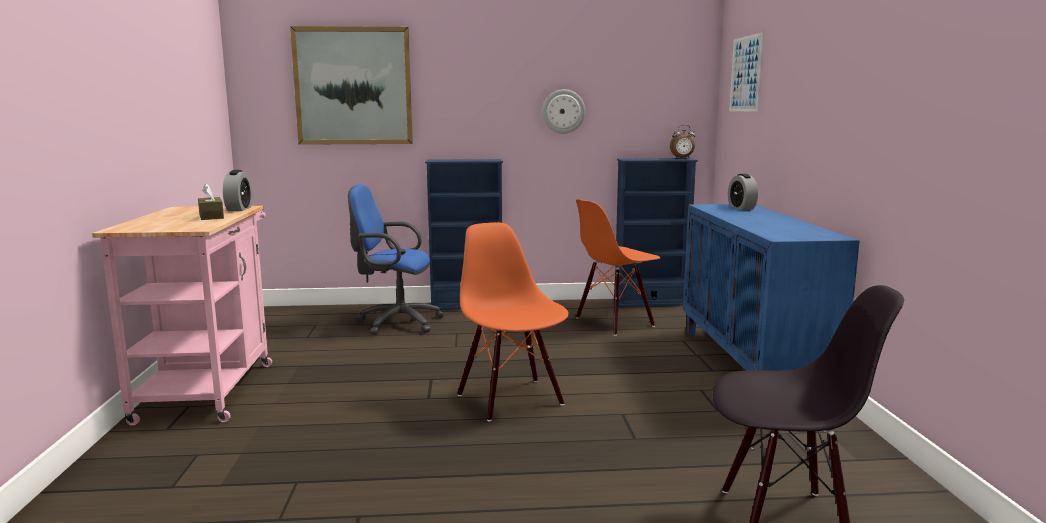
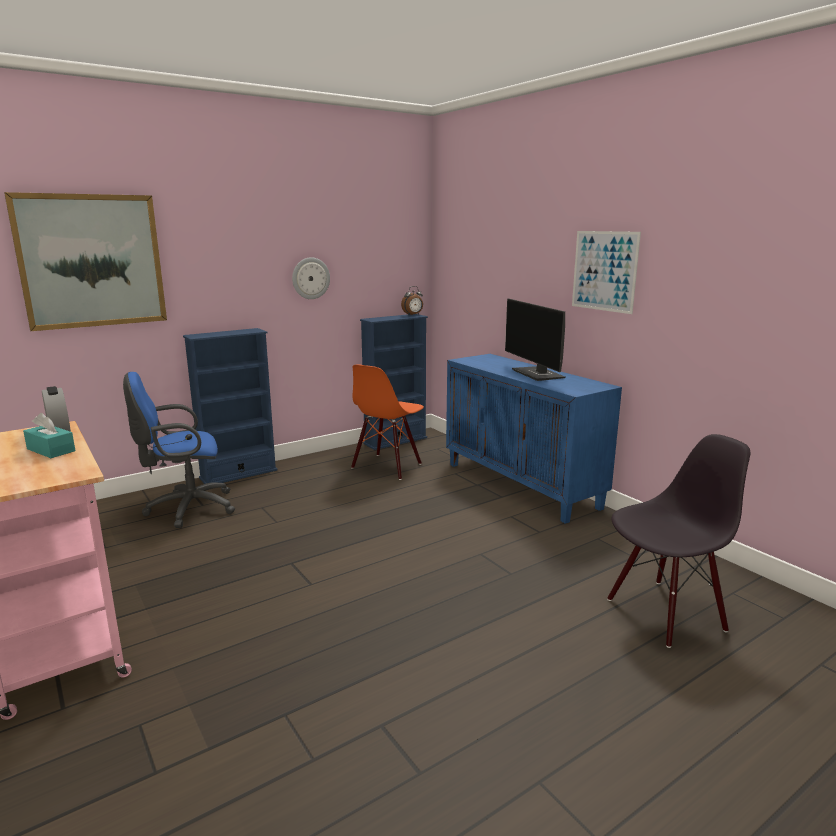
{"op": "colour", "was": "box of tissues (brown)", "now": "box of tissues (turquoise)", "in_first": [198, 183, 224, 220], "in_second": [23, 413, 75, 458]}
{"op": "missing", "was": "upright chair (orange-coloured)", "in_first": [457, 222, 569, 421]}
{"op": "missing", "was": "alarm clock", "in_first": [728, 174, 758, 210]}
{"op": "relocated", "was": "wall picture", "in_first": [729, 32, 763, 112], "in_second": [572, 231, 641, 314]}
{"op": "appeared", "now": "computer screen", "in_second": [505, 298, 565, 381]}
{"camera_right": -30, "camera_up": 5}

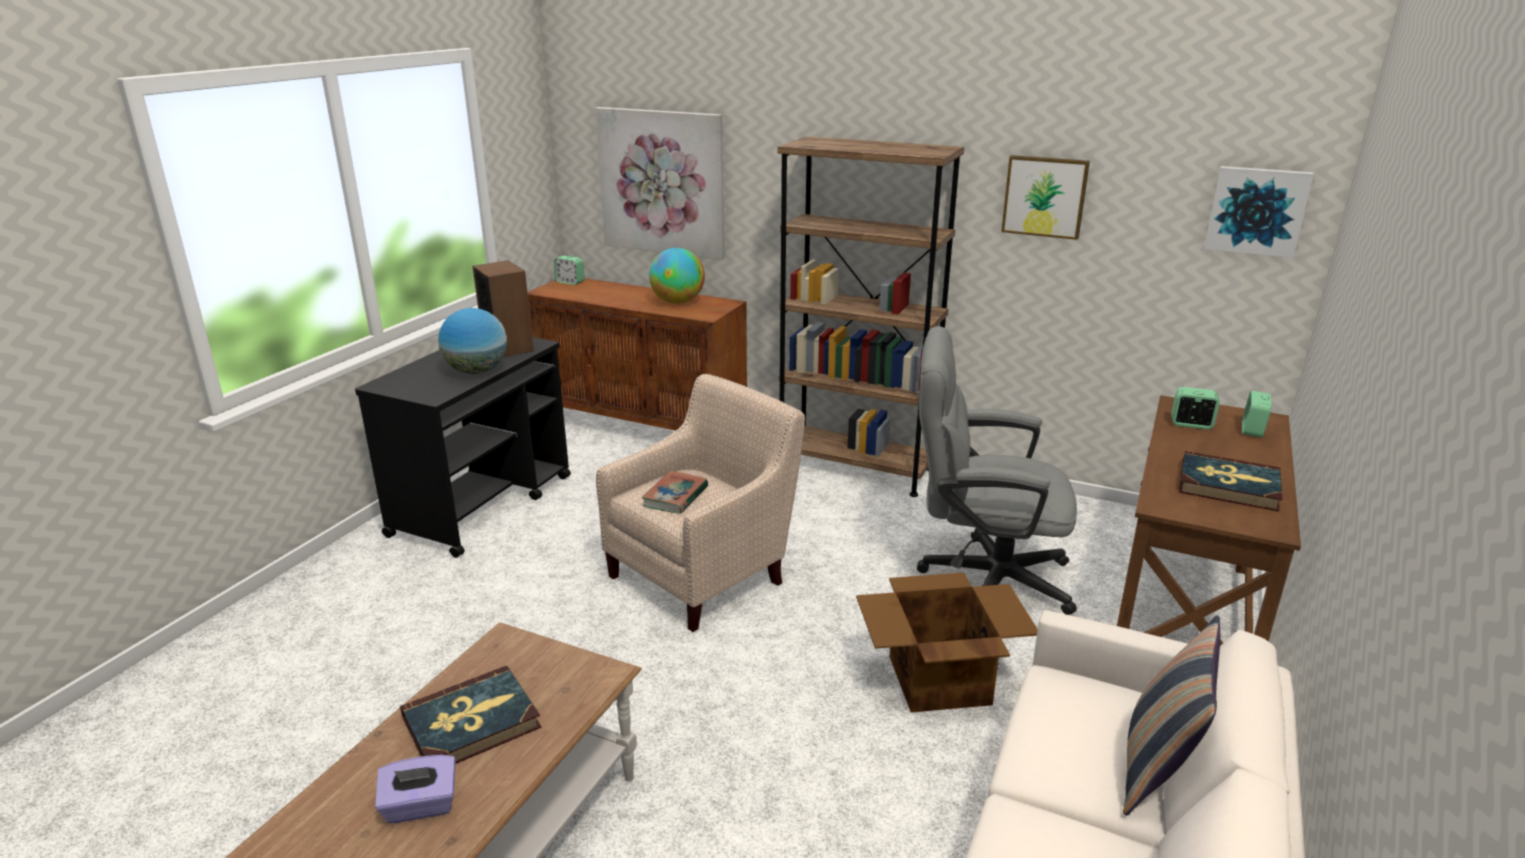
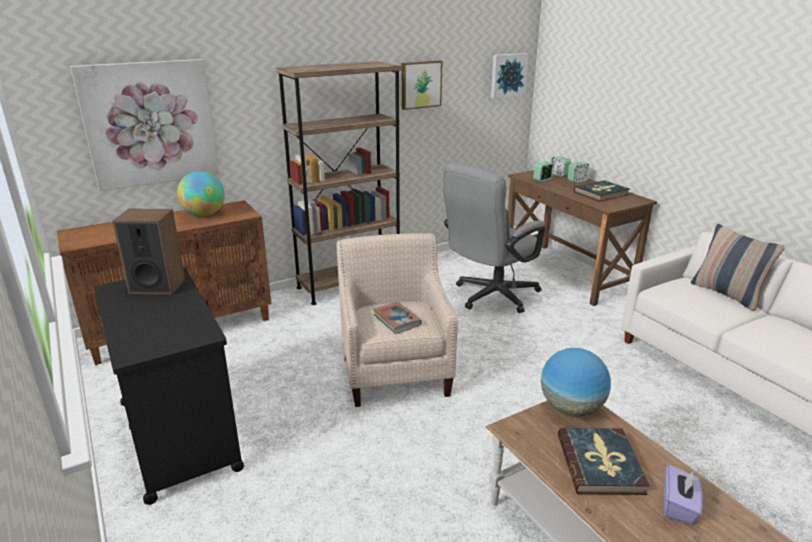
{"op": "relocated", "was": "desk globe", "in_first": [438, 308, 507, 374], "in_second": [541, 348, 611, 416]}
{"op": "relocated", "was": "alarm clock", "in_first": [554, 256, 584, 285], "in_second": [568, 162, 589, 183]}
{"op": "missing", "was": "cardboard box", "in_first": [856, 573, 1038, 713]}
{"camera_right": -55, "camera_up": 0}

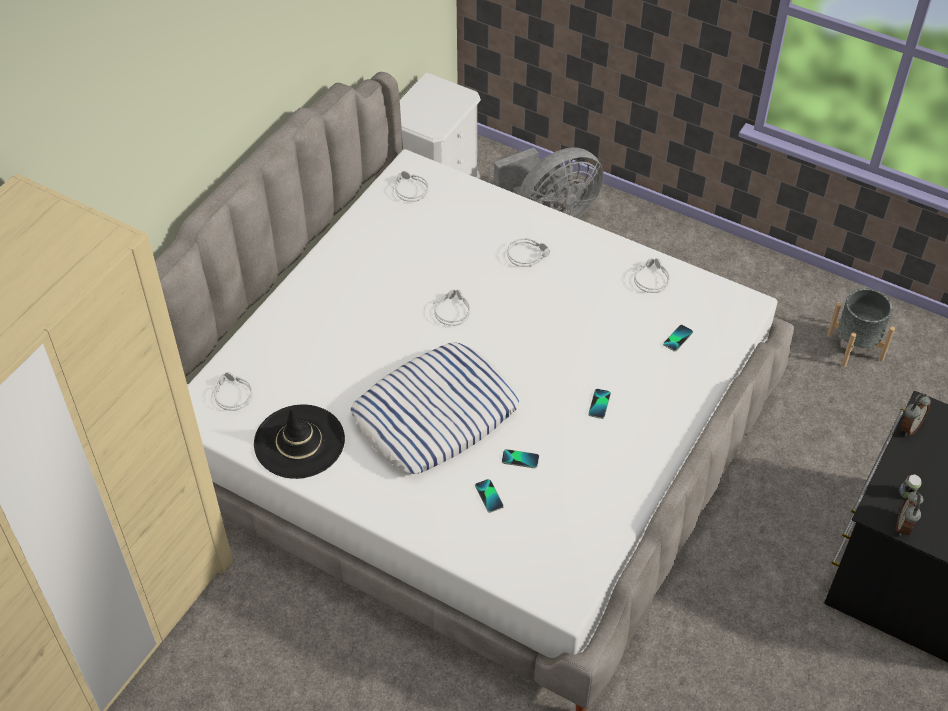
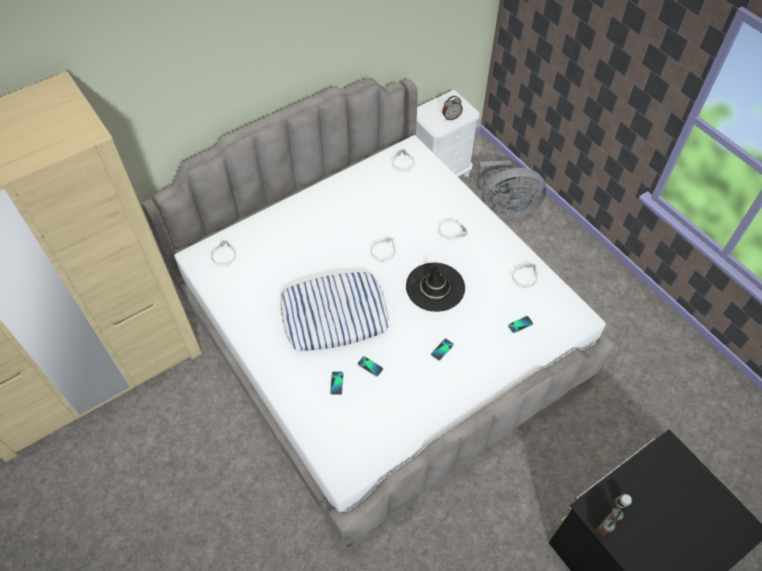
{"op": "relocated", "was": "wearable hat (blackish)", "in_first": [254, 405, 345, 479], "in_second": [406, 263, 465, 312]}
{"op": "missing", "was": "planter (gray)", "in_first": [827, 288, 895, 367]}
{"op": "relocated", "was": "alarm clock", "in_first": [901, 394, 931, 436], "in_second": [442, 96, 463, 120]}
{"camera_right": 25, "camera_up": 5}

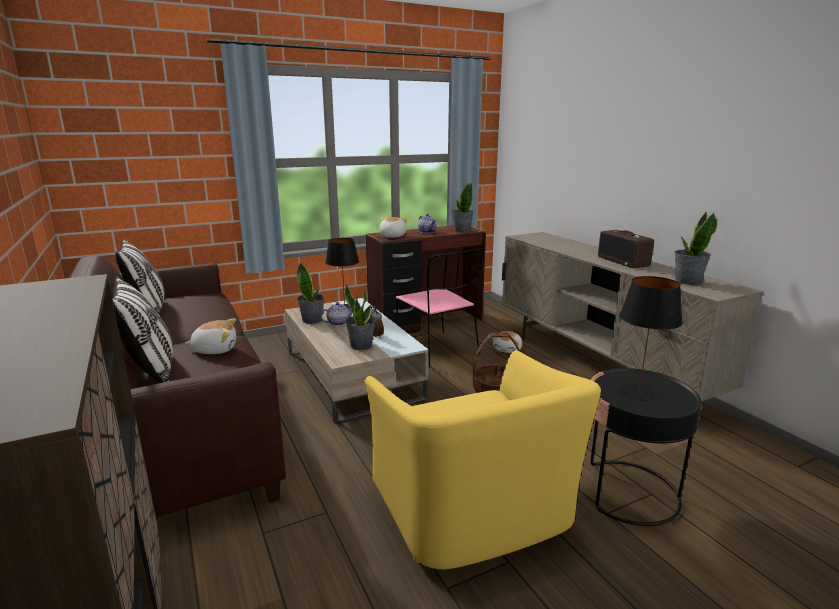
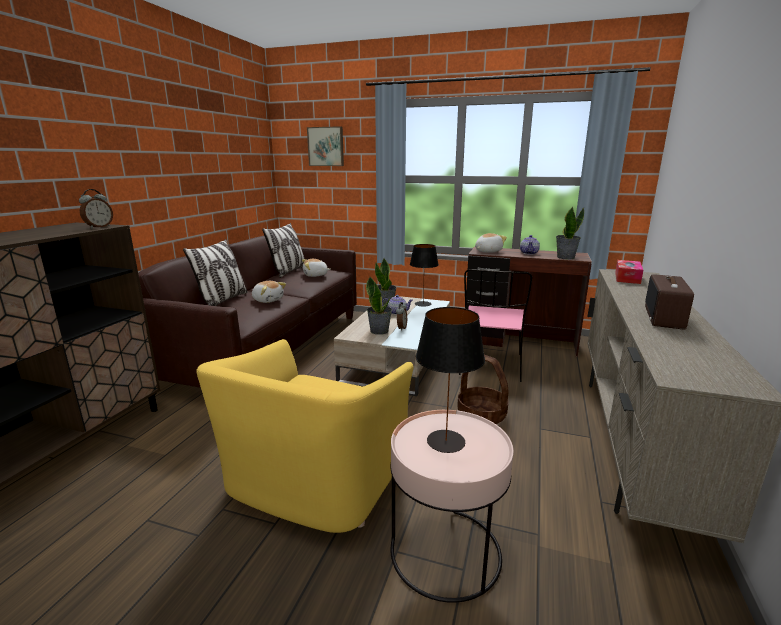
{"op": "relocated", "was": "soft toy", "in_first": [492, 331, 522, 353], "in_second": [302, 259, 331, 277]}
{"op": "colour", "was": "side table (blackish)", "now": "side table (pink-coloured)", "in_first": [590, 368, 702, 526], "in_second": [390, 410, 514, 603]}
{"op": "missing", "was": "plant in a pot", "in_first": [675, 212, 717, 285]}
{"op": "appeared", "now": "alarm clock", "in_second": [79, 189, 113, 229]}
{"op": "appeared", "now": "wall picture", "in_second": [307, 126, 344, 166]}
{"op": "appeared", "now": "box of tissues", "in_second": [615, 260, 643, 284]}
{"camera_right": 45, "camera_up": 0}

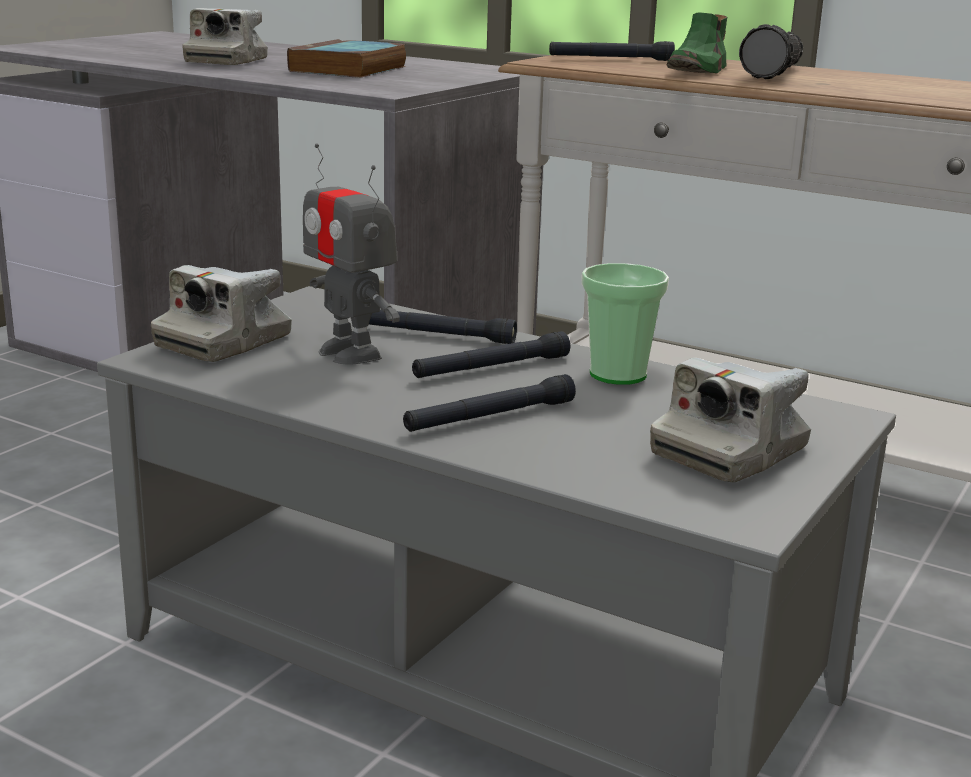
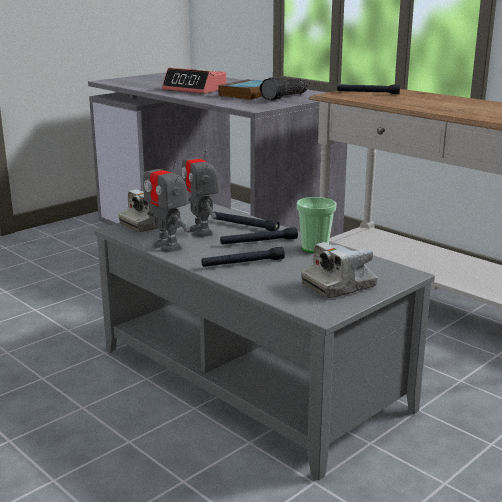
{"op": "exchanged", "was": "photo camera", "now": "alarm clock", "in_first": [183, 8, 268, 65], "in_second": [162, 68, 227, 94]}
{"op": "missing", "was": "low shoe (green)", "in_first": [667, 12, 727, 73]}
{"op": "relocated", "was": "flashlight", "in_first": [739, 24, 803, 79], "in_second": [260, 77, 308, 101]}
{"op": "appeared", "now": "robot figure", "in_second": [143, 149, 190, 252]}
{"camera_right": 15, "camera_up": 0}

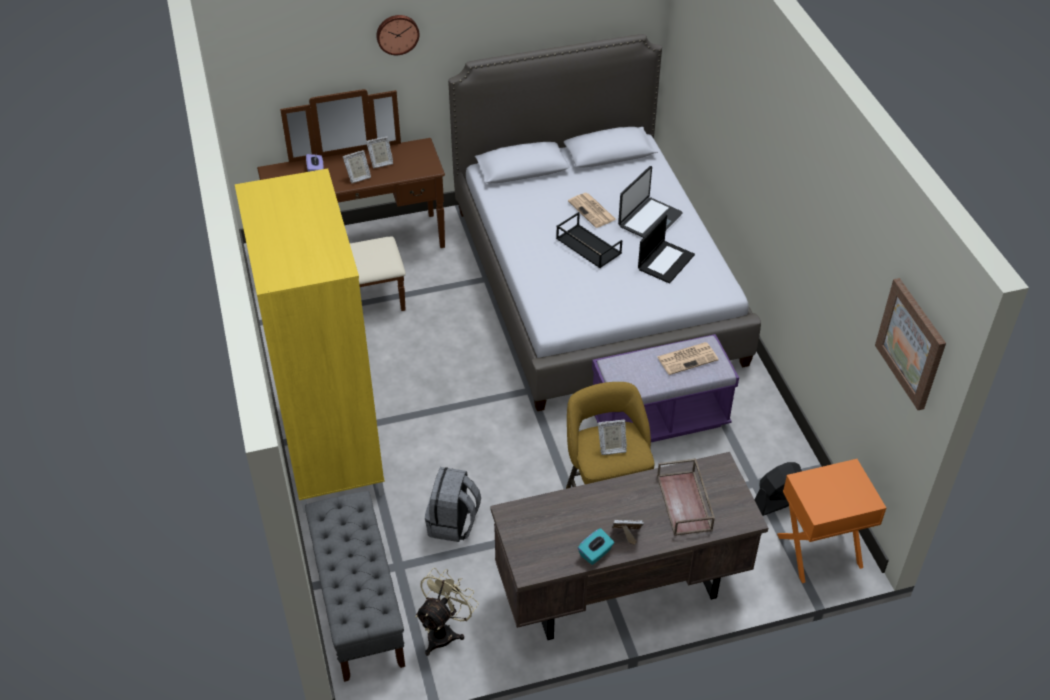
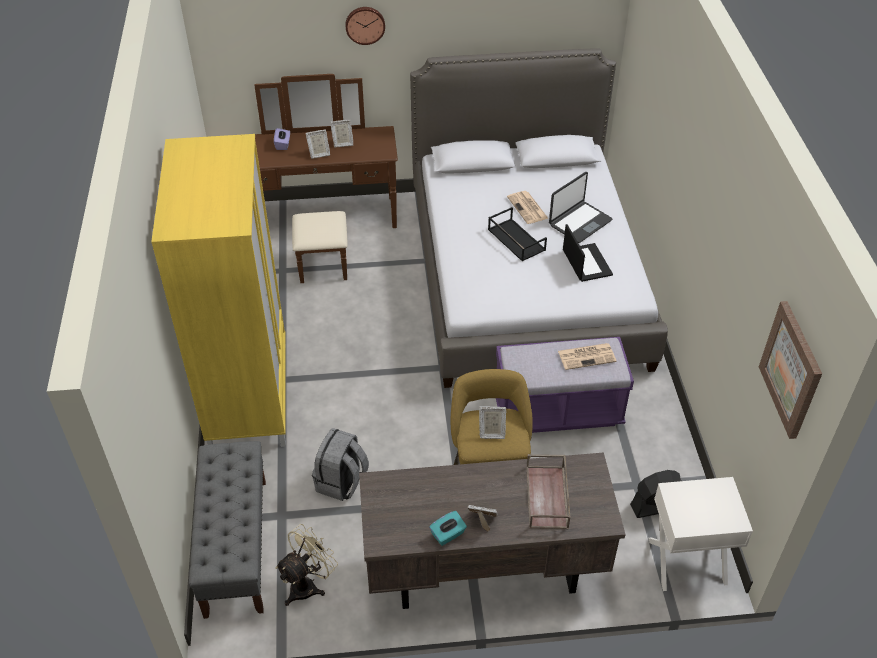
{"op": "spun", "was": "portable computer", "in_first": [638, 214, 695, 284], "in_second": [563, 224, 613, 282], "clockwise": -60}
{"op": "colour", "was": "bedside table (orange-coloured)", "now": "bedside table (white-coloured)", "in_first": [777, 459, 886, 583], "in_second": [648, 477, 753, 591]}
{"camera_right": 10, "camera_up": 0}

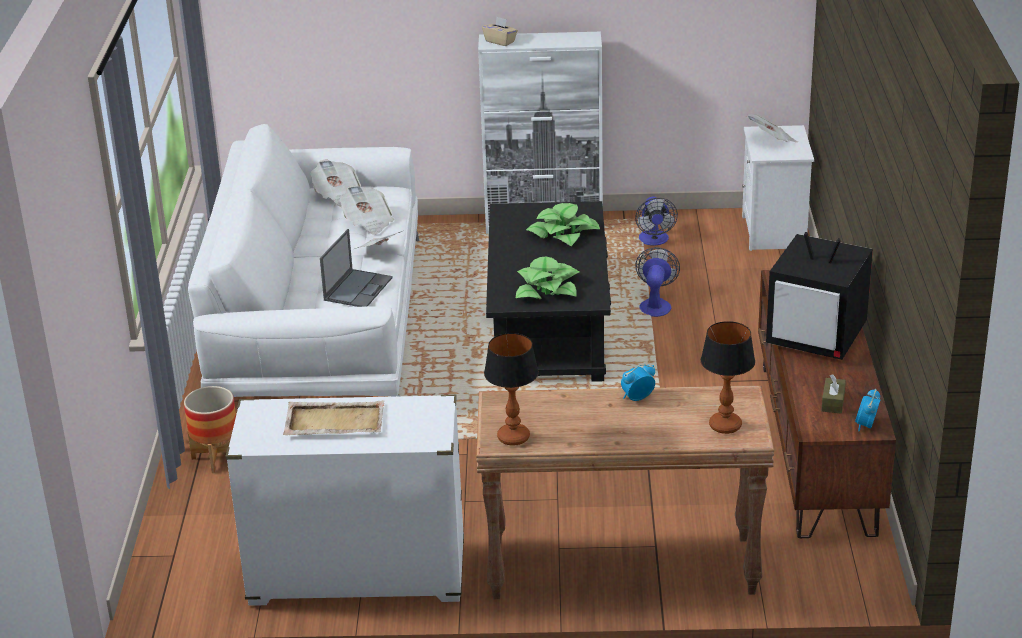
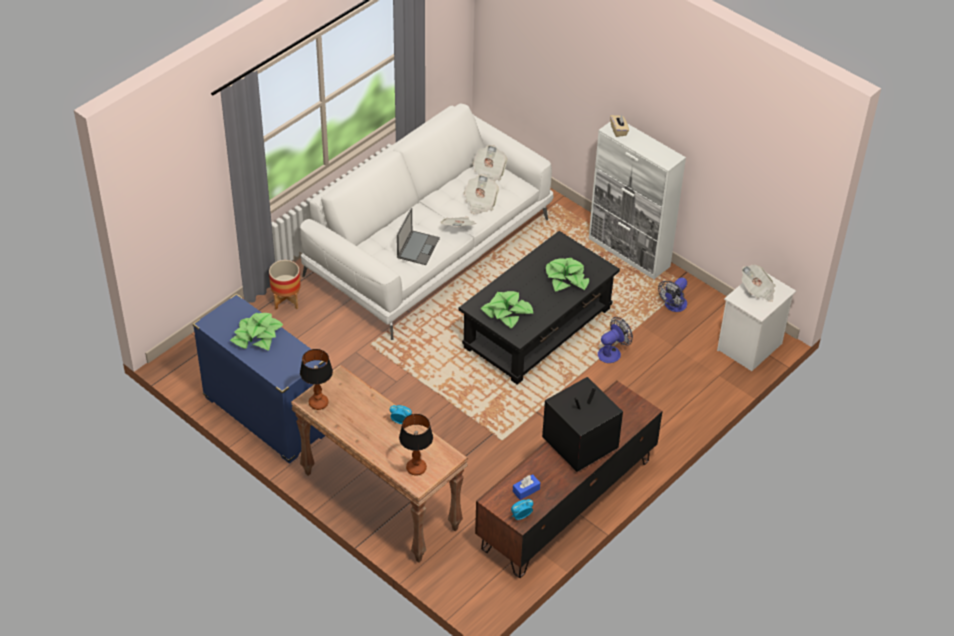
{"op": "colour", "was": "chest of drawers (white-coloured)", "now": "chest of drawers (bluish)", "in_first": [225, 395, 464, 606], "in_second": [193, 294, 326, 464]}
{"op": "exchanged", "was": "tray (sand-coloured)", "now": "plant in a pot", "in_first": [283, 400, 385, 435], "in_second": [230, 313, 283, 351]}
{"op": "spun", "was": "portable computer", "in_first": [320, 229, 393, 307], "in_second": [397, 208, 440, 265], "clockwise": -45}
{"op": "spun", "was": "television", "in_first": [766, 232, 873, 360], "in_second": [542, 377, 623, 472], "clockwise": 75}
{"op": "colour", "was": "box of tissues (brown)", "now": "box of tissues (bluish)", "in_first": [821, 375, 846, 414], "in_second": [513, 474, 540, 500]}
{"camera_right": 40, "camera_up": 15}

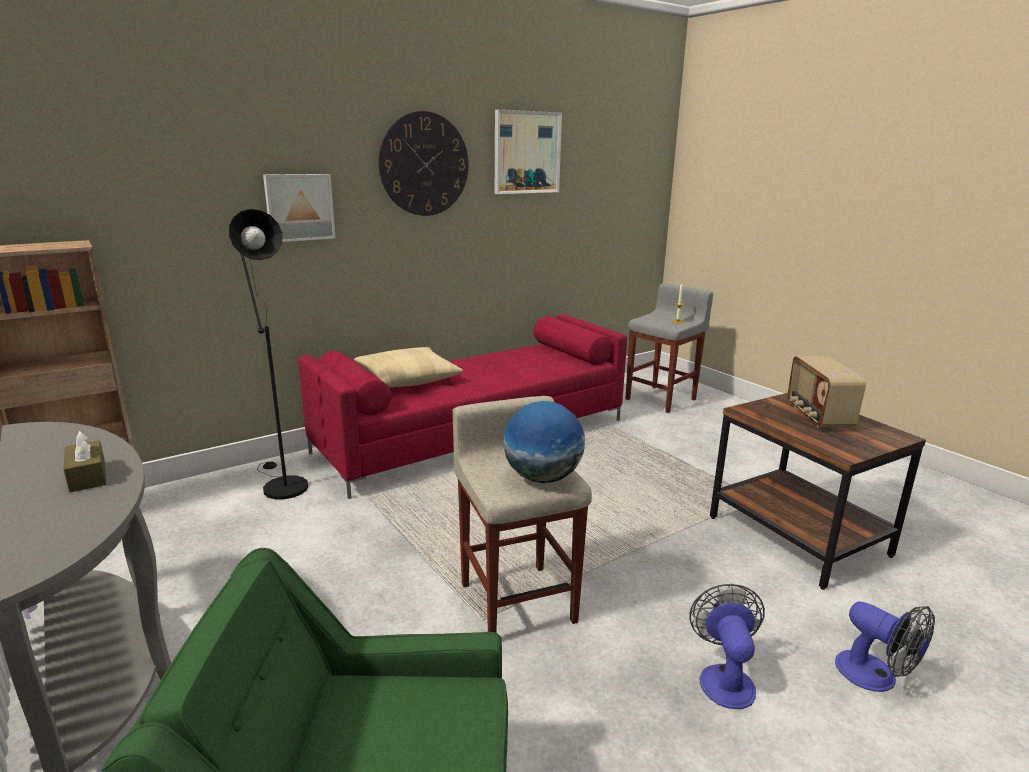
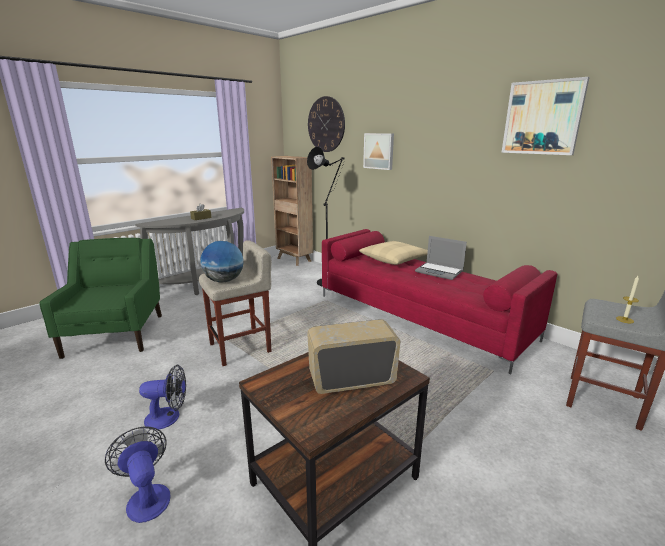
{"op": "relocated", "was": "clock on the wall", "in_first": [378, 111, 469, 216], "in_second": [308, 96, 345, 152]}
{"op": "spun", "was": "cooling fan", "in_first": [835, 601, 935, 692], "in_second": [105, 426, 171, 523], "clockwise": 105}
{"op": "appeared", "now": "portable computer", "in_second": [415, 236, 467, 280]}
{"camera_right": 80, "camera_up": 0}

